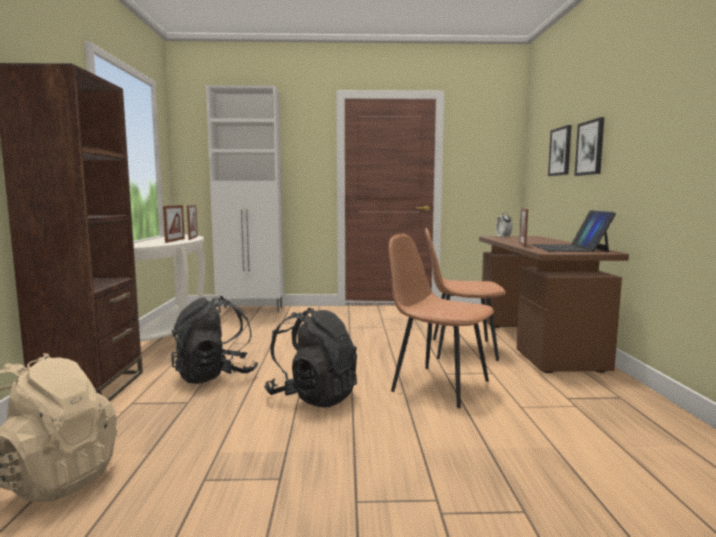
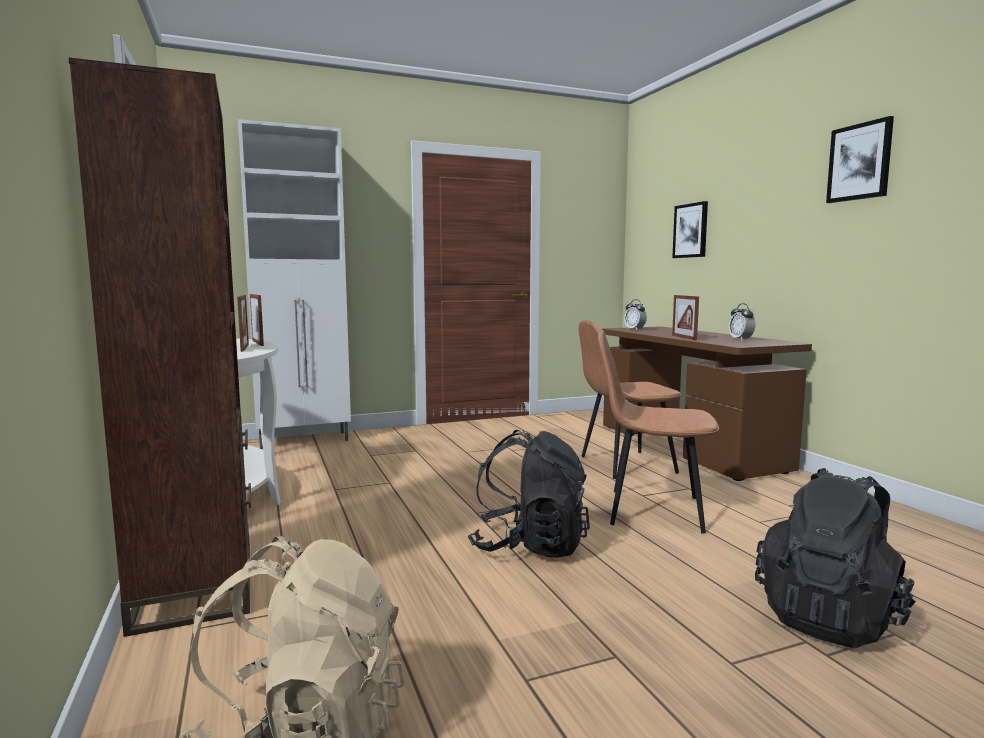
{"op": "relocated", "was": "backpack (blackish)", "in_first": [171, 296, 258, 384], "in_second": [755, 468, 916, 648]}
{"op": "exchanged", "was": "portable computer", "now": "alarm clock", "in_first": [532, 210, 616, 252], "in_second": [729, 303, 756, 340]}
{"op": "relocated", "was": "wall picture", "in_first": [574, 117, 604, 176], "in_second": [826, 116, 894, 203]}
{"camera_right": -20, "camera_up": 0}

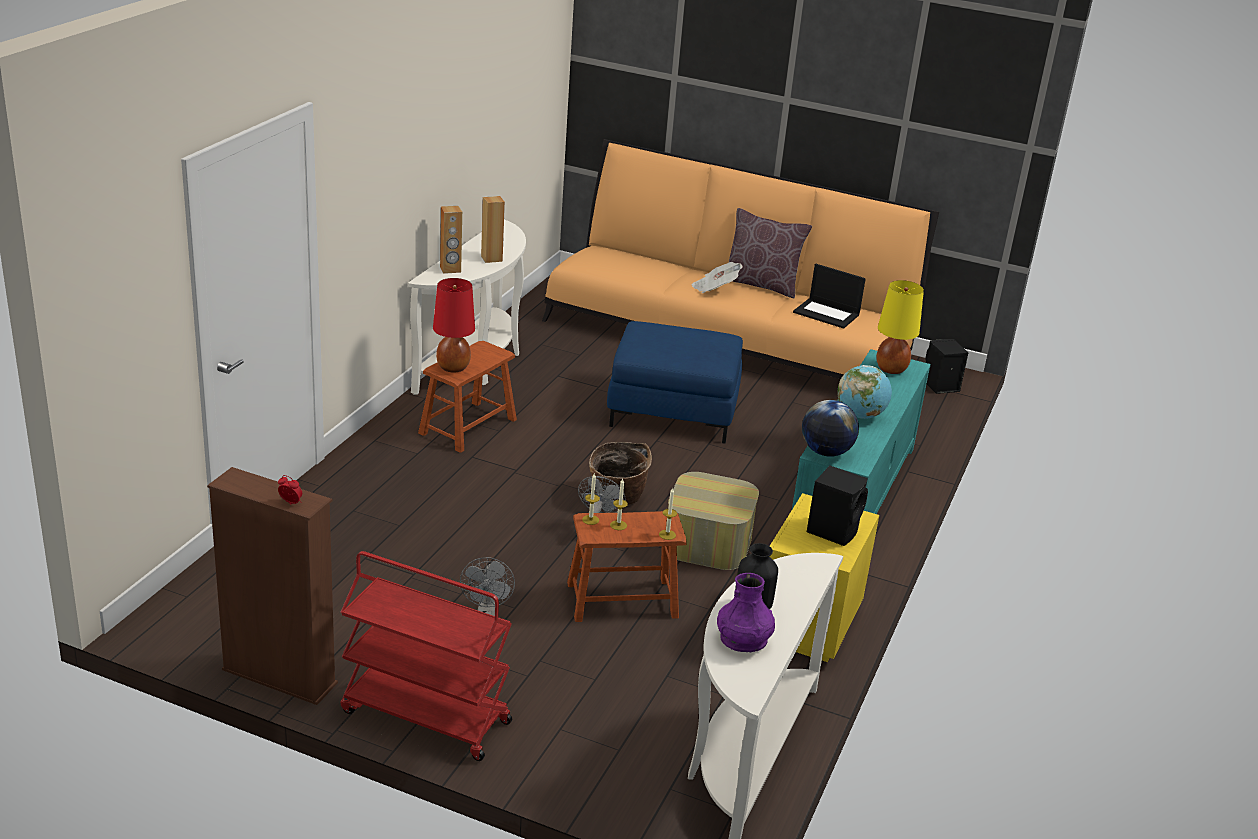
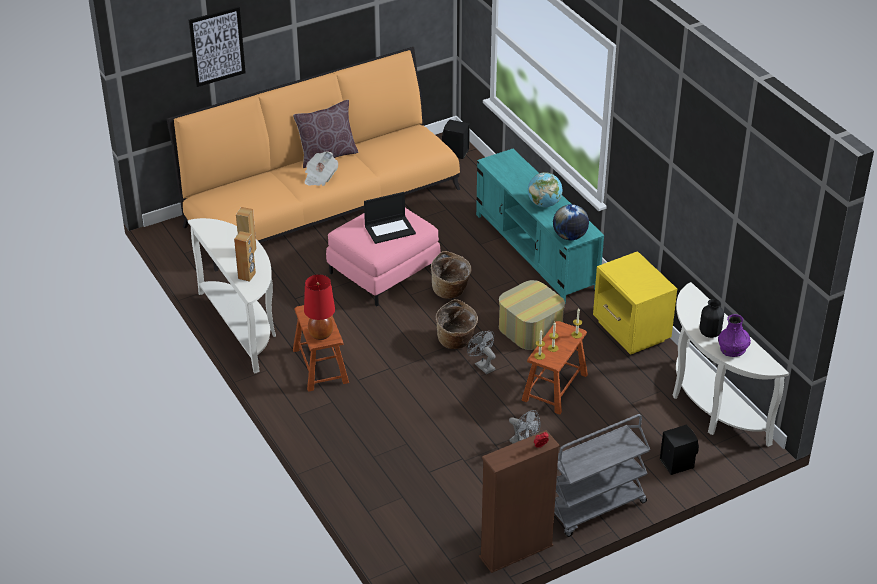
{"op": "colour", "was": "wheeled cart (red-coloured)", "now": "wheeled cart (gray)", "in_first": [340, 551, 512, 761], "in_second": [554, 414, 650, 537]}
{"op": "colour", "was": "ottoman (bluish)", "now": "ottoman (pink-coloured)", "in_first": [607, 321, 743, 444], "in_second": [326, 208, 440, 306]}
{"op": "relocated", "was": "portable computer", "in_first": [793, 264, 866, 329], "in_second": [364, 192, 416, 244]}
{"op": "relocated", "was": "speaker (blackish)", "in_first": [807, 466, 868, 546], "in_second": [660, 425, 699, 475]}
{"op": "missing", "was": "table lamp (yellowish)", "in_first": [876, 280, 924, 374]}
{"op": "appeared", "now": "wall picture", "in_second": [189, 6, 246, 87]}
{"op": "appeared", "now": "household basket", "in_second": [431, 251, 472, 299]}
{"camera_right": -50, "camera_up": 10}

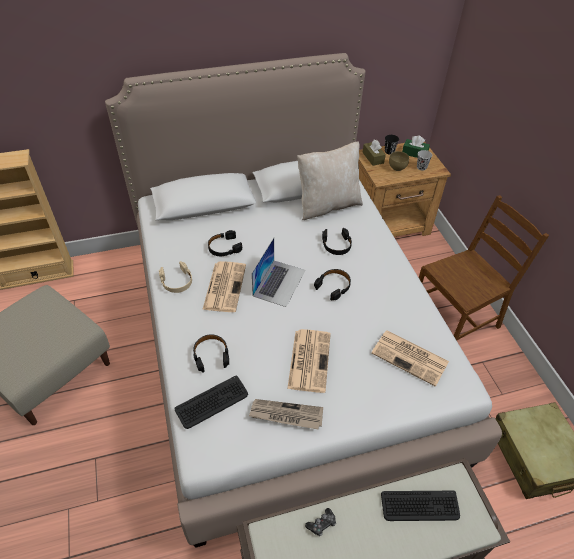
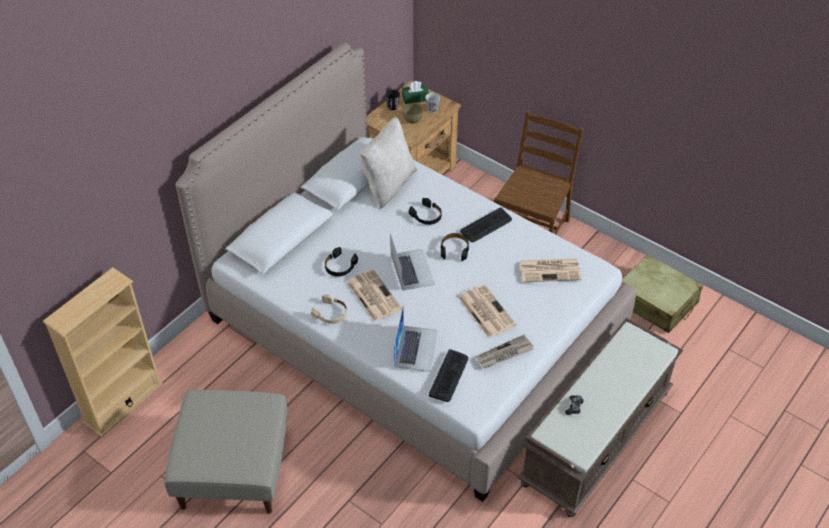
{"op": "exchanged", "was": "headphones (blackish)", "now": "portable computer", "in_first": [193, 334, 229, 373], "in_second": [394, 305, 438, 372]}
{"op": "missing", "was": "box of tissues (brown)", "in_first": [362, 139, 386, 166]}
{"op": "relocated", "was": "computer keyboard", "in_first": [381, 491, 460, 521], "in_second": [460, 207, 512, 242]}
{"camera_right": -35, "camera_up": 0}

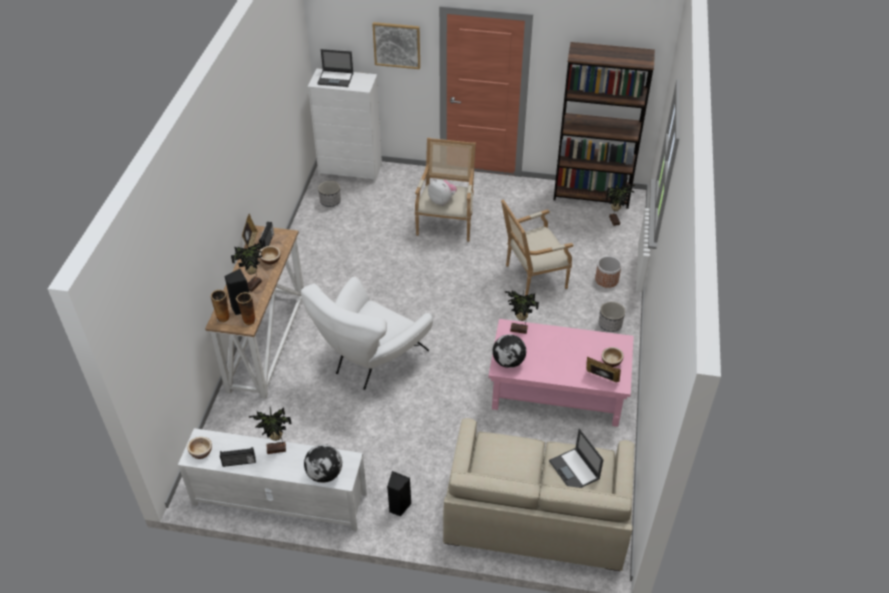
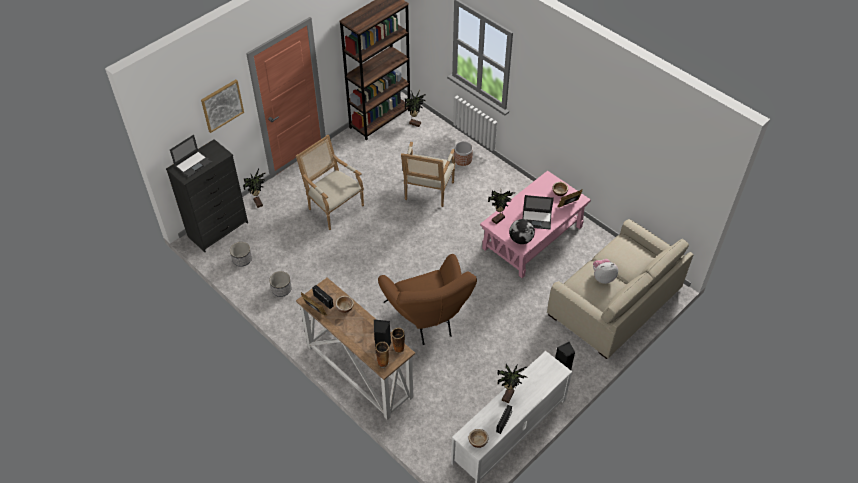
{"op": "relocated", "was": "plant in a pot", "in_first": [231, 242, 265, 292], "in_second": [243, 169, 266, 208]}
{"op": "colour", "was": "lounge chair (white-coloured)", "now": "lounge chair (brown)", "in_first": [301, 277, 433, 390], "in_second": [378, 254, 477, 345]}
{"op": "missing", "was": "desk globe", "in_first": [304, 444, 342, 483]}
{"op": "colour", "was": "chest of drawers (white-coloured)", "now": "chest of drawers (blackish)", "in_first": [308, 68, 382, 183], "in_second": [166, 139, 248, 252]}
{"op": "relocated", "was": "soft toy", "in_first": [428, 179, 457, 206], "in_second": [593, 259, 618, 284]}
{"op": "relocated", "was": "portable computer", "in_first": [549, 429, 604, 488], "in_second": [523, 195, 554, 229]}
{"op": "relocated", "was": "planter", "in_first": [599, 301, 625, 332], "in_second": [269, 271, 292, 297]}
{"camera_right": -55, "camera_up": 5}

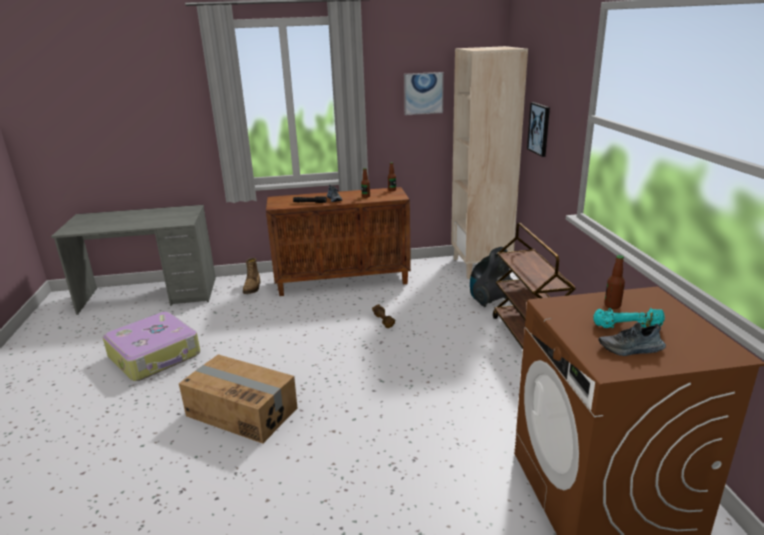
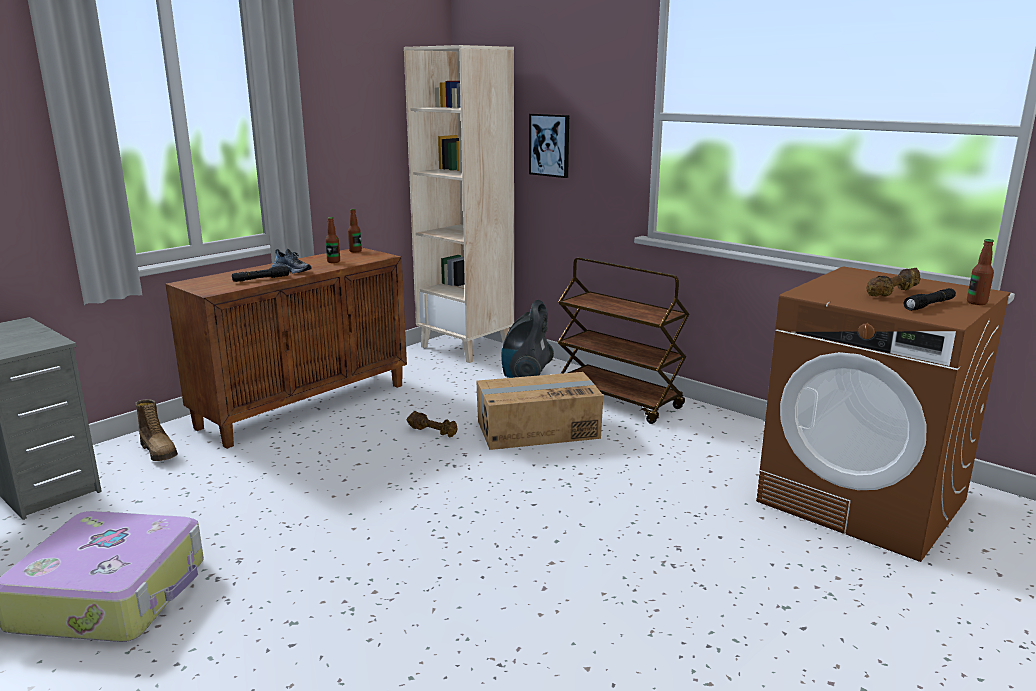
{"op": "relocated", "was": "cardboard box", "in_first": [179, 354, 297, 443], "in_second": [477, 372, 603, 450]}
{"op": "missing", "was": "wall picture", "in_first": [404, 72, 444, 115]}
{"op": "colour", "was": "dumbbell (turquoise)", "now": "dumbbell (brown)", "in_first": [593, 308, 665, 328], "in_second": [866, 268, 921, 297]}
{"op": "exchanged", "was": "low shoe", "now": "flashlight (blackish)", "in_first": [599, 322, 666, 356], "in_second": [904, 288, 956, 311]}
{"op": "relocated", "was": "drink bottle", "in_first": [604, 255, 625, 309], "in_second": [967, 239, 994, 305]}
{"camera_right": -40, "camera_up": -5}

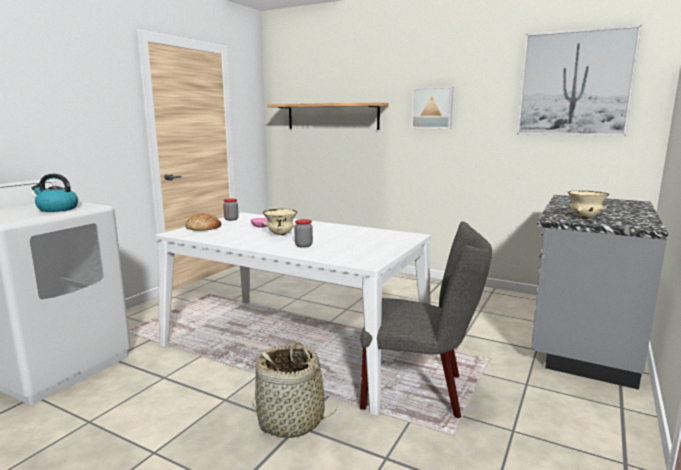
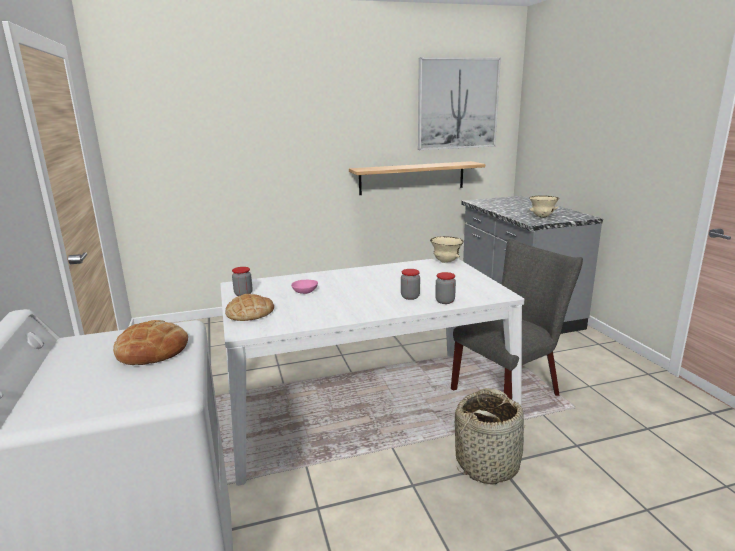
{"op": "exchanged", "was": "tea kettle", "now": "baked bread", "in_first": [31, 174, 78, 212], "in_second": [113, 320, 188, 365]}
{"op": "relocated", "was": "serving bowl (sand-coloured)", "in_first": [263, 209, 297, 235], "in_second": [430, 236, 464, 263]}
{"op": "relocated", "was": "bracket shelf", "in_first": [267, 102, 389, 130], "in_second": [349, 161, 485, 195]}
{"op": "missing", "was": "wall picture", "in_first": [411, 86, 453, 129]}
{"op": "appeared", "now": "jar", "in_second": [435, 272, 456, 304]}
{"camera_right": -45, "camera_up": 5}

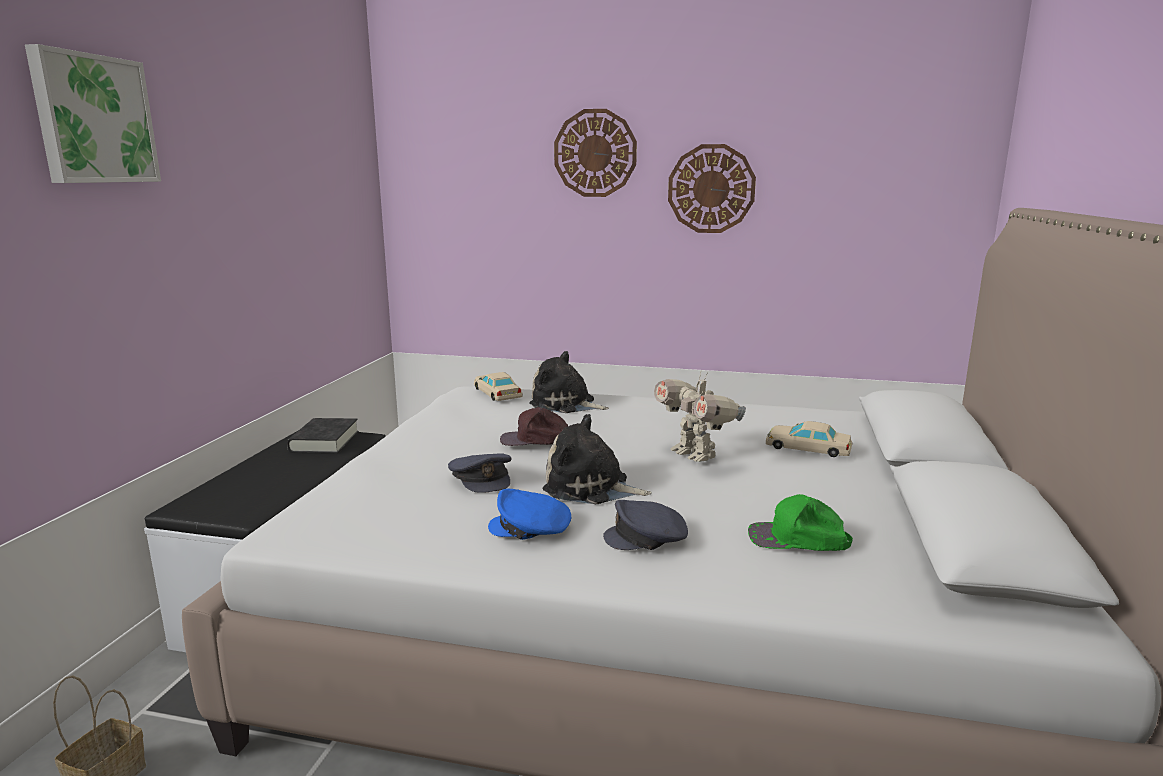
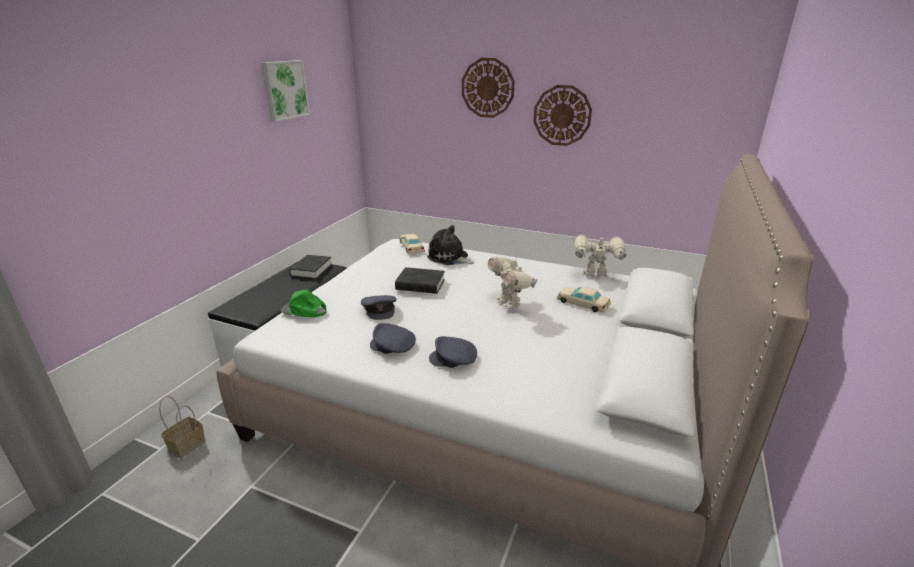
{"op": "relocated", "was": "wall picture", "in_first": [25, 44, 161, 183], "in_second": [261, 60, 310, 122]}
{"op": "colour", "was": "cap (bluish)", "now": "cap (gray)", "in_first": [488, 488, 571, 540], "in_second": [370, 323, 416, 354]}
{"op": "exchanged", "was": "cap (brown)", "now": "book (blackish)", "in_first": [500, 407, 568, 446], "in_second": [395, 267, 445, 294]}
{"op": "missing", "was": "soft toy", "in_first": [543, 414, 652, 504]}
{"op": "relocated", "was": "cap (green)", "in_first": [748, 494, 853, 551], "in_second": [280, 289, 326, 317]}
{"op": "appeared", "now": "robot figure", "in_second": [574, 235, 627, 277]}
{"camera_right": 10, "camera_up": 10}

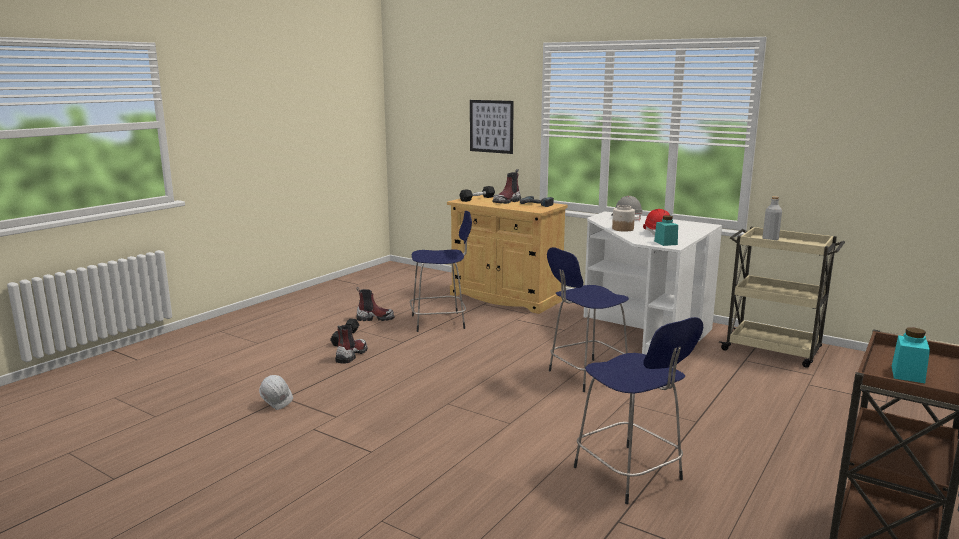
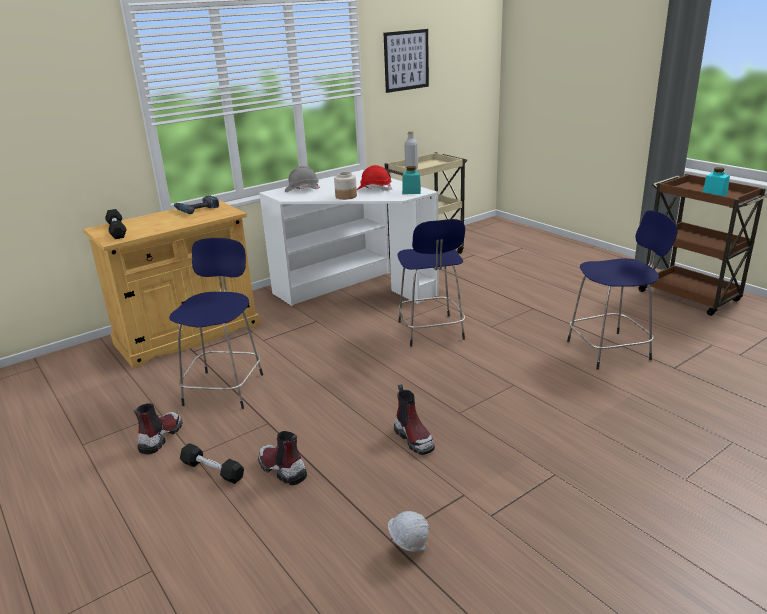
{"op": "relocated", "was": "wall picture", "in_first": [470, 100, 514, 154], "in_second": [384, 29, 429, 93]}
{"op": "relocated", "was": "tall boot", "in_first": [492, 169, 521, 204], "in_second": [394, 384, 435, 455]}
{"camera_right": -70, "camera_up": 10}

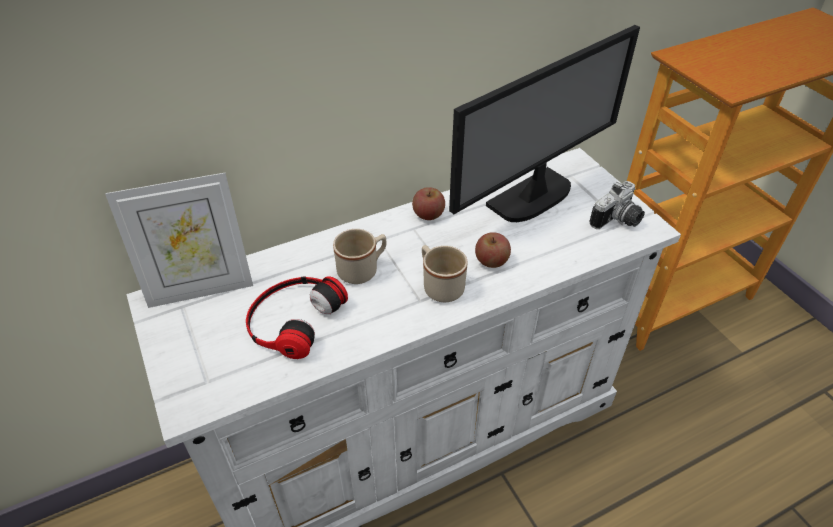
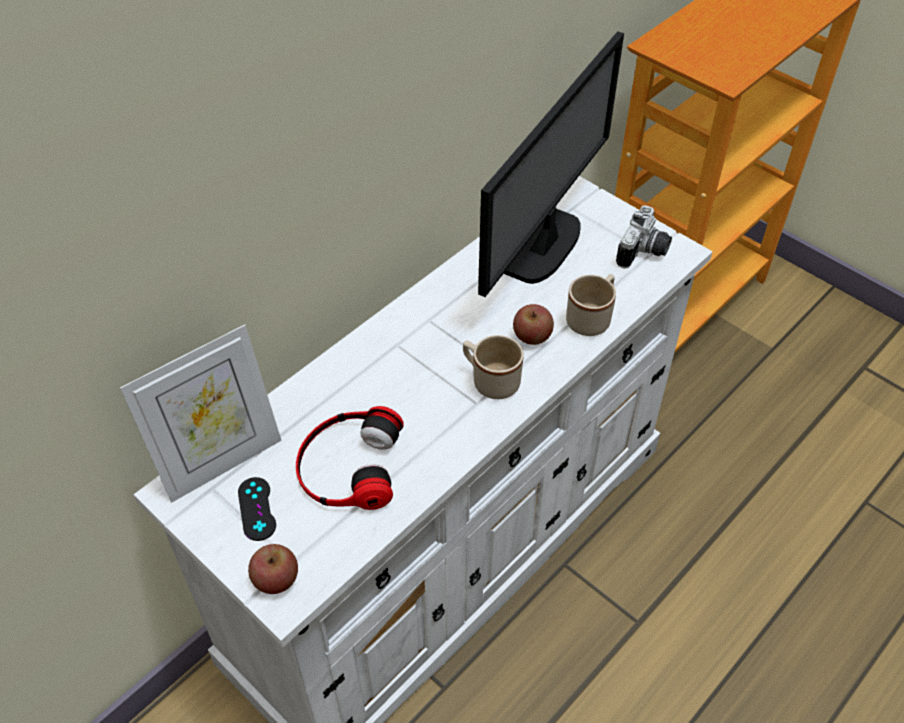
{"op": "relocated", "was": "mug (sand-coloured)", "in_first": [333, 229, 386, 284], "in_second": [566, 274, 616, 336]}
{"op": "relocated", "was": "apple", "in_first": [412, 187, 445, 220], "in_second": [248, 544, 298, 594]}
{"op": "appeared", "now": "game controller (blackish)", "in_second": [238, 477, 276, 541]}
{"camera_right": -20, "camera_up": 5}

